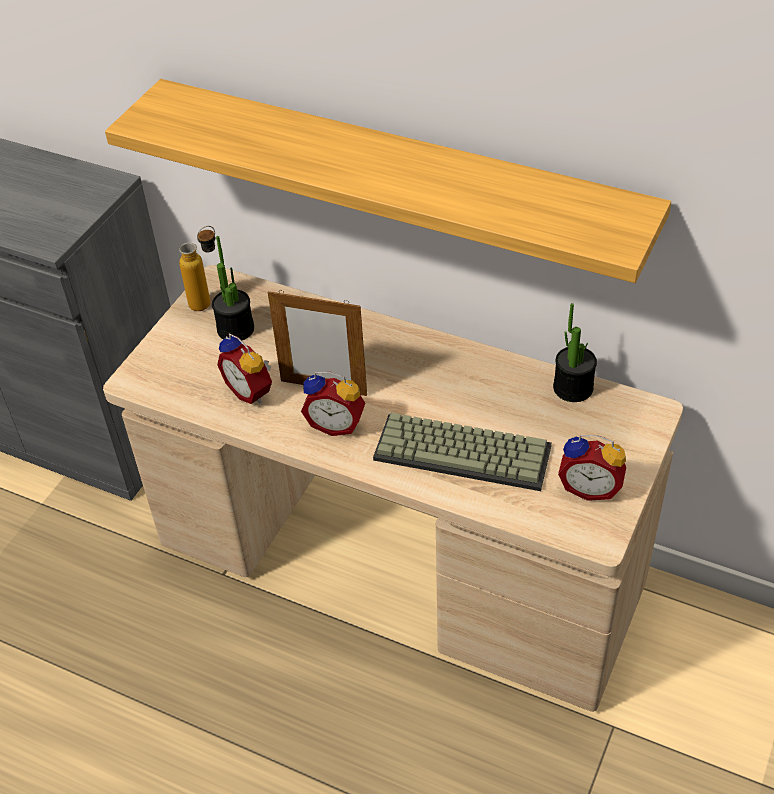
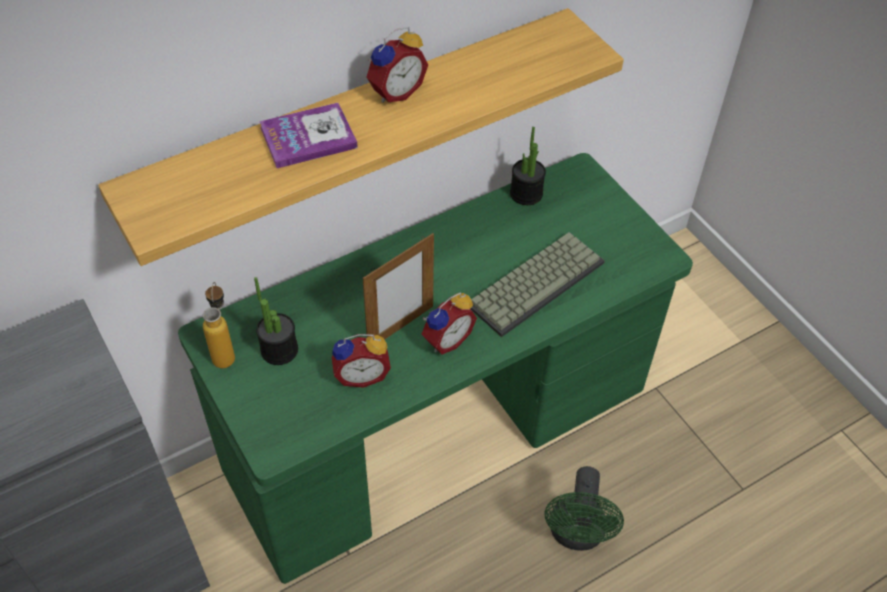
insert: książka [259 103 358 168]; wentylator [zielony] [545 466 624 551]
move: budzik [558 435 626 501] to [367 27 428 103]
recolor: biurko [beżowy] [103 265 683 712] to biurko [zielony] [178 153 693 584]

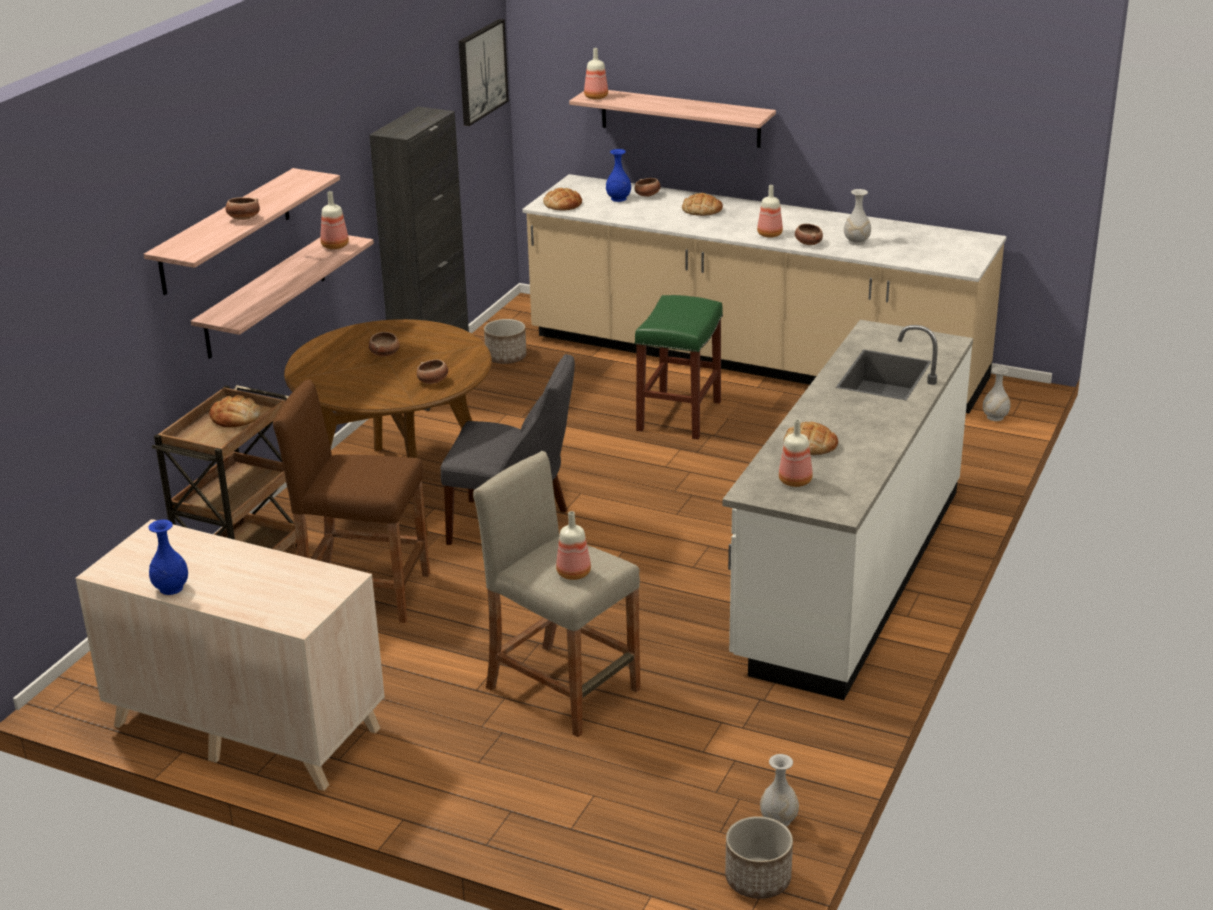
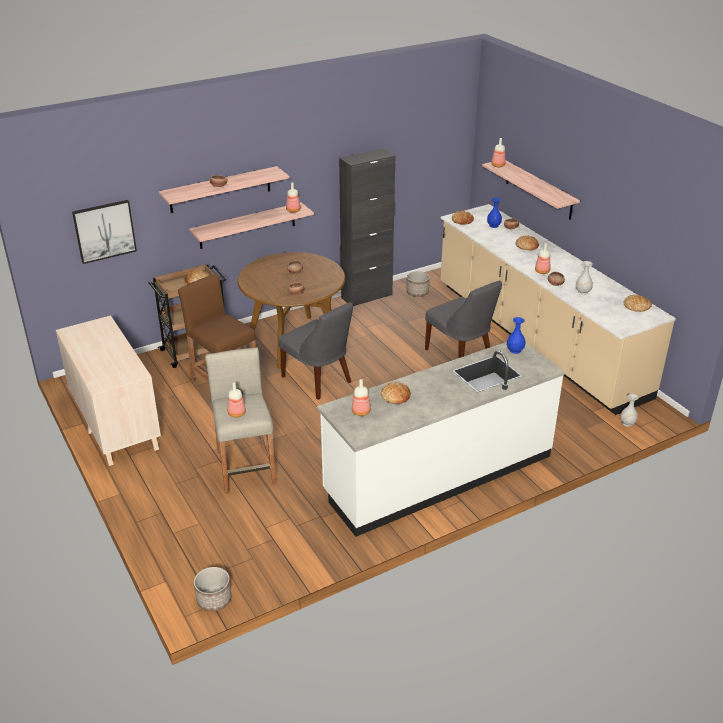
delete: wazon [biały] [760 754 799 827]
insert: chleb [624 295 652 312]
move: obraz [459 19 509 126] to [72 200 137 264]; wazon [niebieski] [149 520 188 595] to [507 317 526 354]
replace: stołek [zielony] [635 295 723 439] to krzesło [szary] [425 281 502 358]

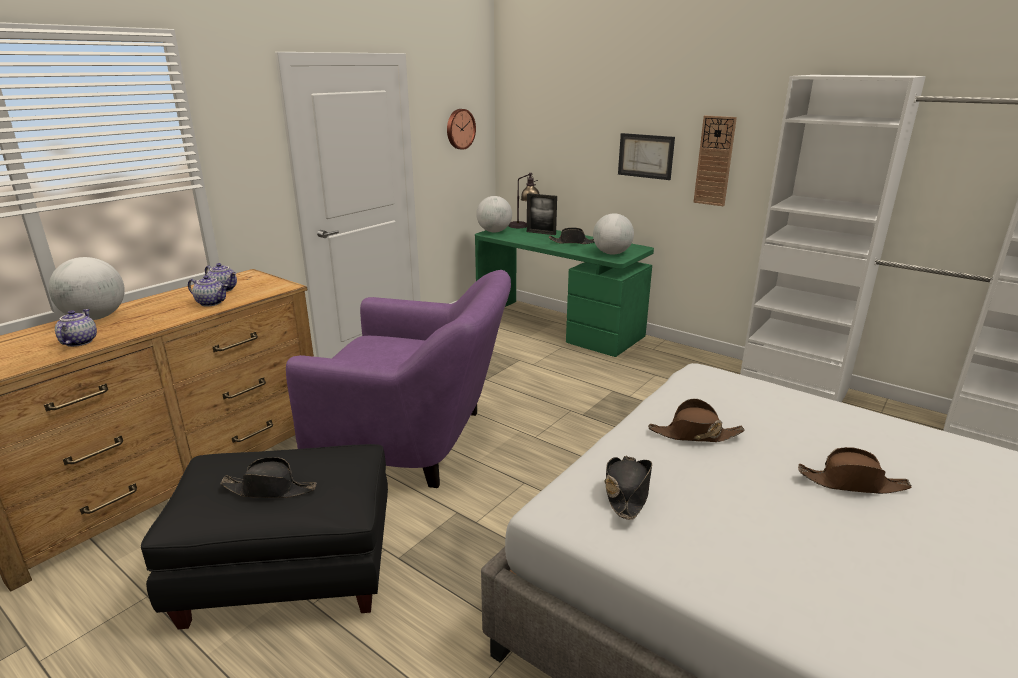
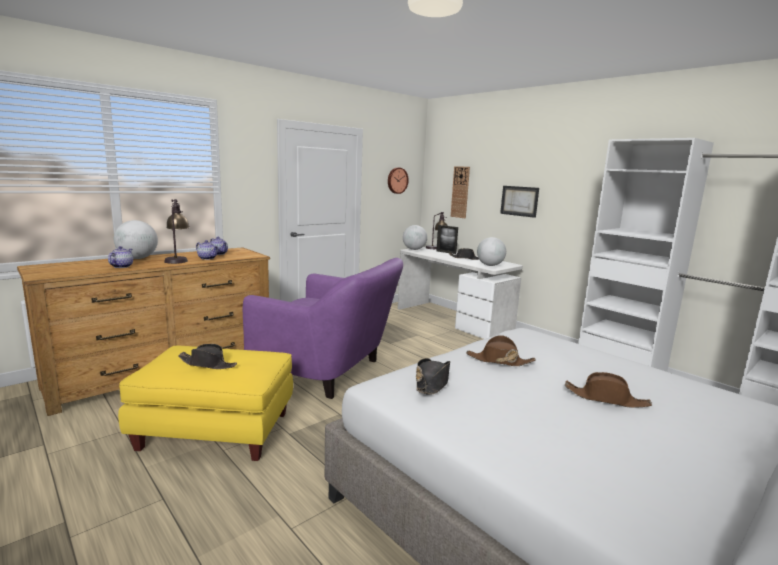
insert: lampa stołowa [164 199 190 264]
move: zegar ścienny [693 116 737 206] to [451 166 470 218]
recolor: pufa [czarny] [141 444 388 629] to pufa [żółty] [118 345 293 461]; biurko [zielony] [475 225 654 357] to biurko [biały] [398 247 523 339]

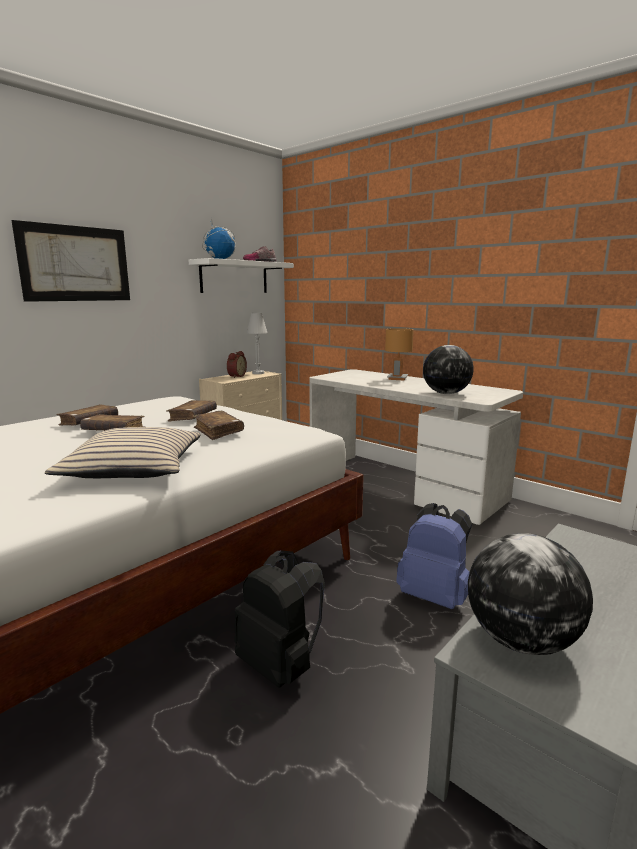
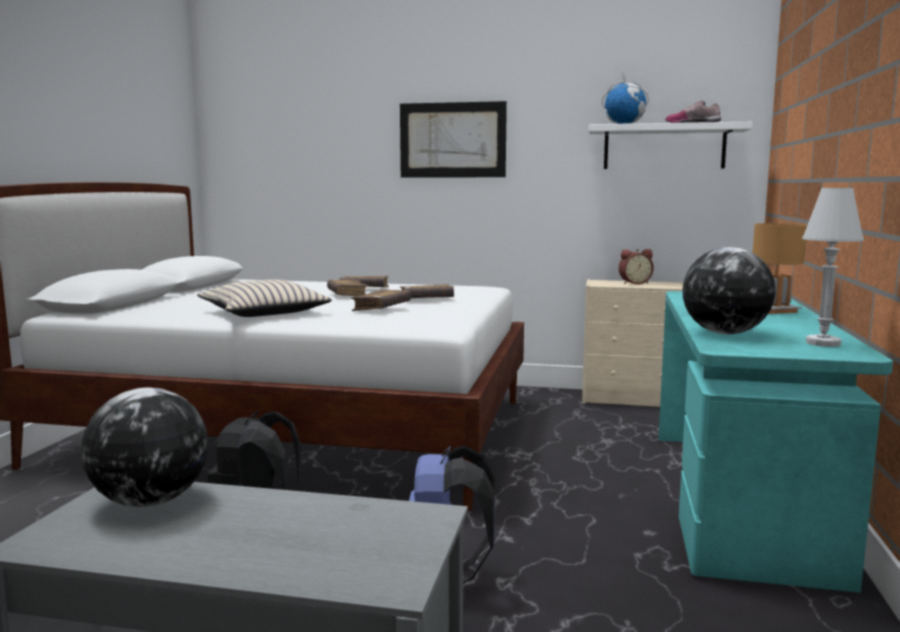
move: lampa stołowa [biały] [247 313 268 374] to [802 188 864 347]
recolor: biurko [biały] [309 369 523 525] to biurko [turkusowy] [658 291 893 593]

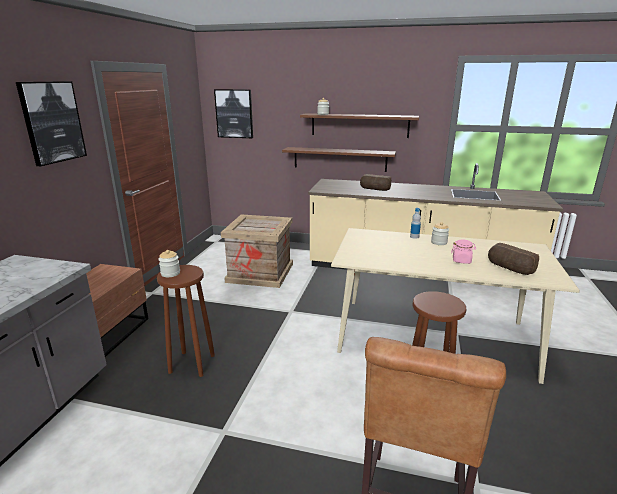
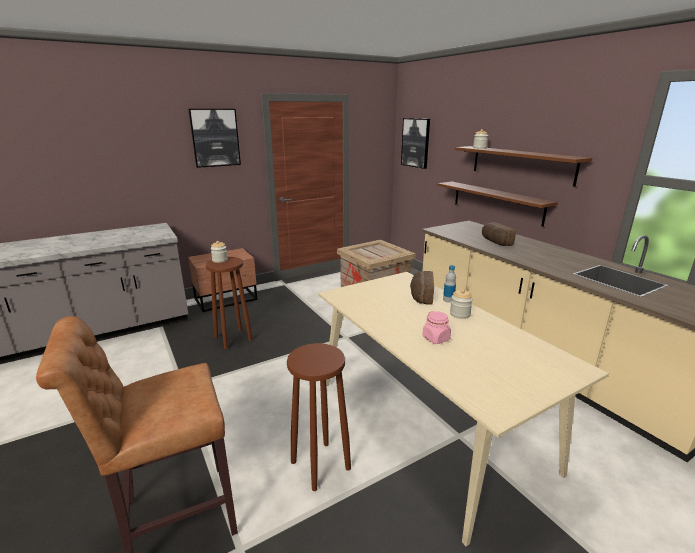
move: chleb [488 243 539 275] to [410 271 434 305]

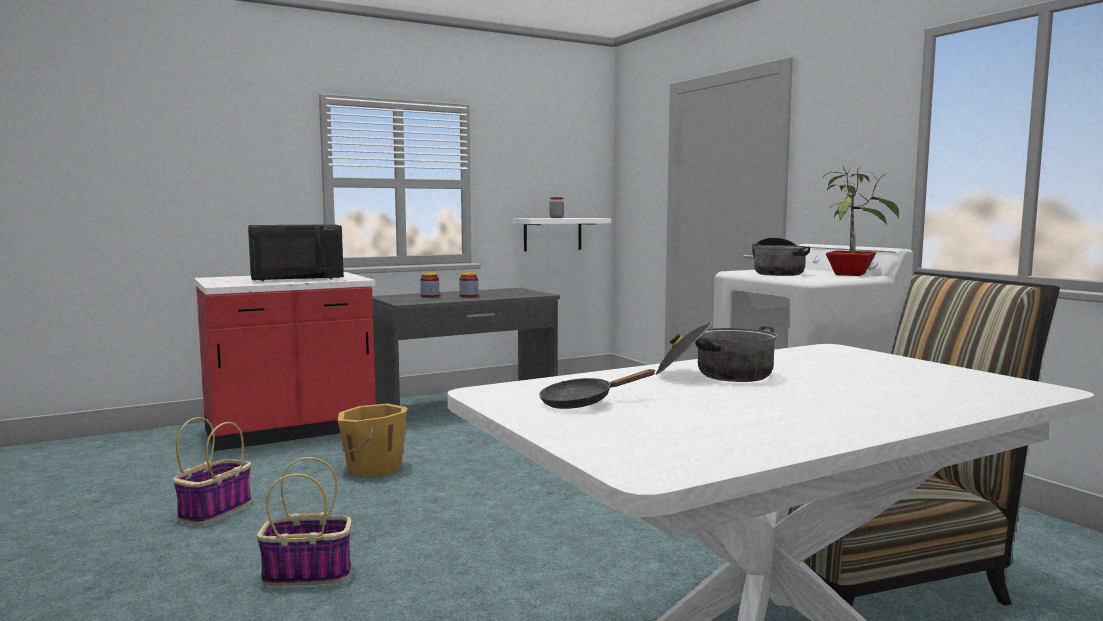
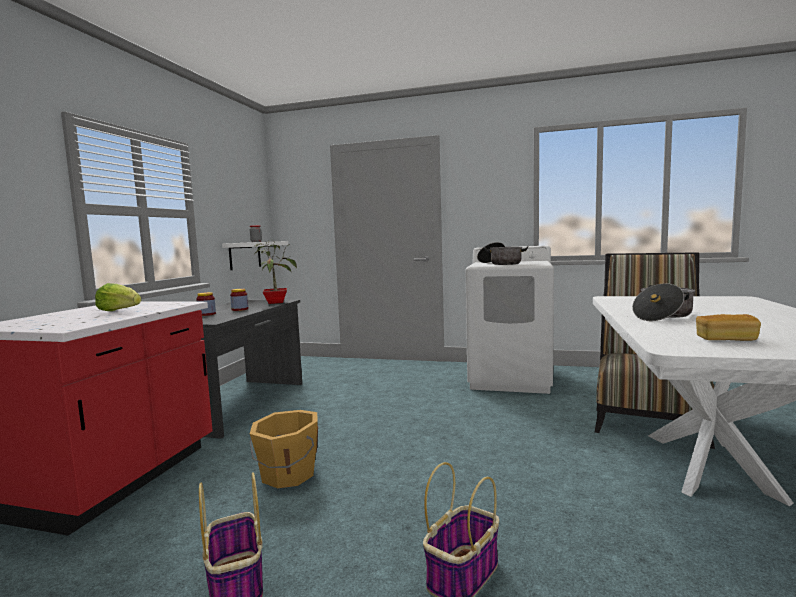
move: roślina doniczkowa [821 166 899 276] to [253 241 297 304]
replace: mikrofalówka [czarny] [248 224 344 282] to sałata [95 283 141 311]; patelnia [czarny] [539 369 656 409] to chleb [696 314 761 341]

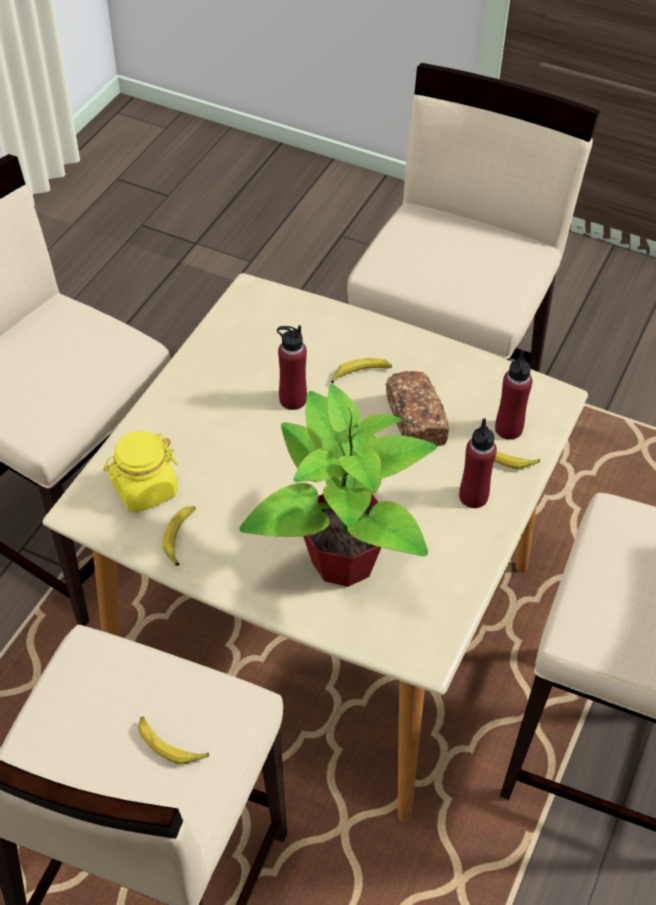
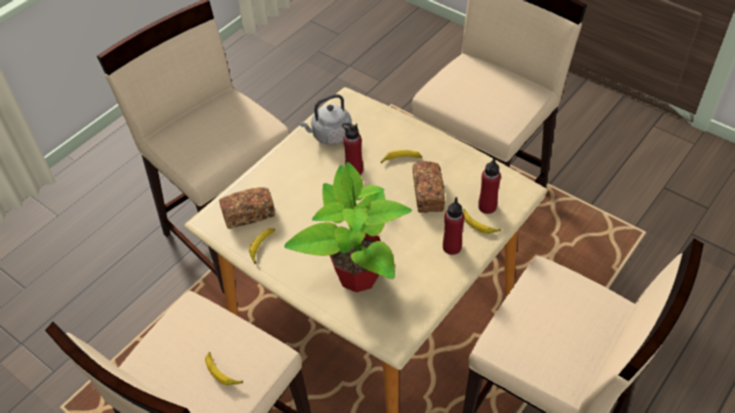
insert: czajnik [szary] [299 94 352 145]
replace: słoik [żółty] [103 431 178 513] to chleb [219 187 275 229]

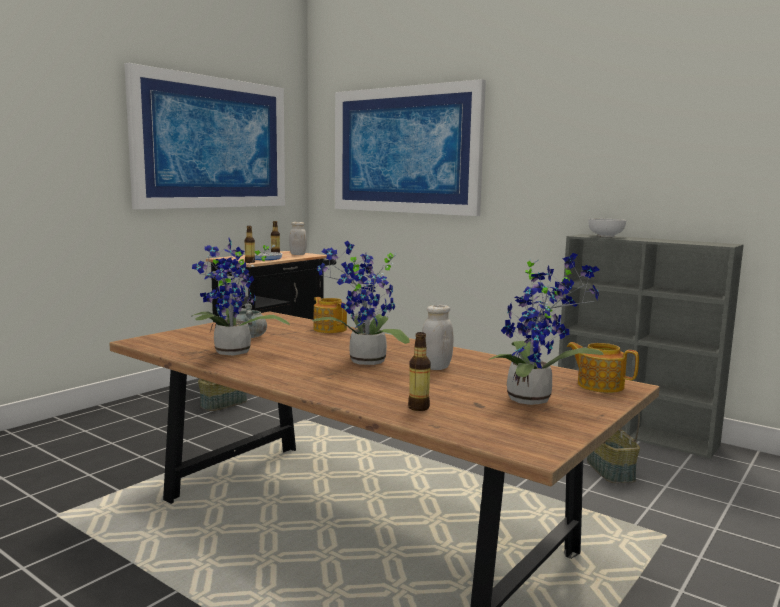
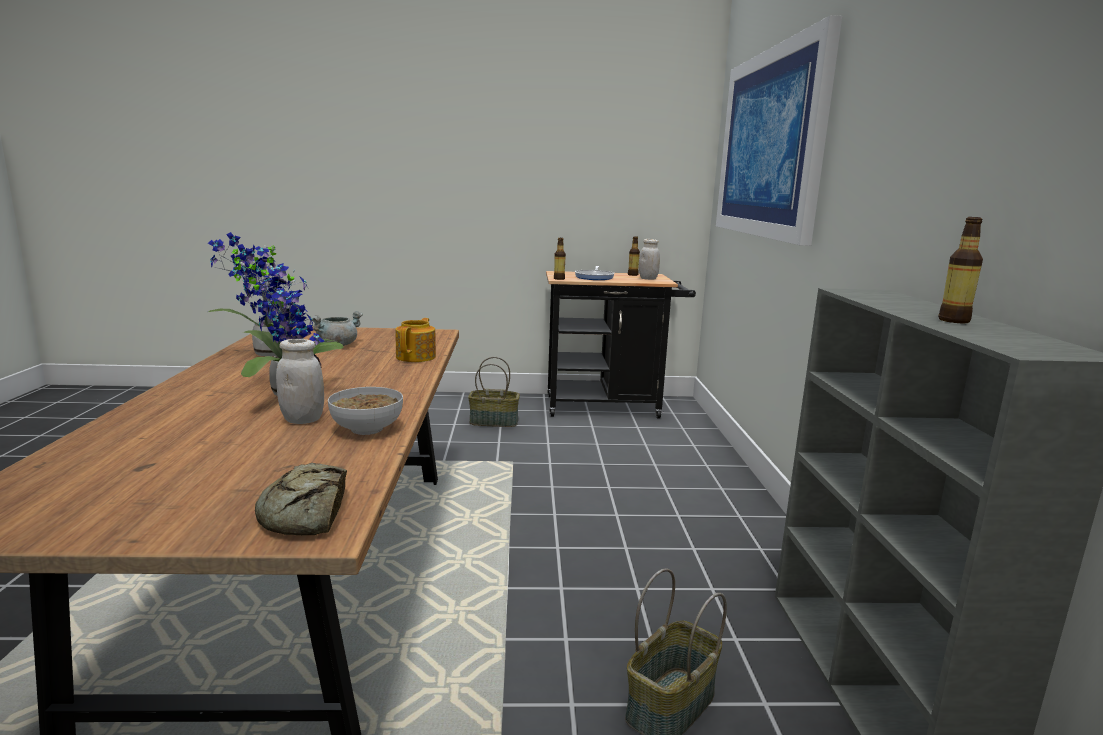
delete: obraz [124 63 285 209]; roślina doniczkowa [490 253 603 405]
move: miska [588 219 626 237] to [328 387 403 435]; butelka [408 332 431 411] to [938 217 983 323]
replace: imbryk [567 342 639 393] to chleb [255 463 347 536]

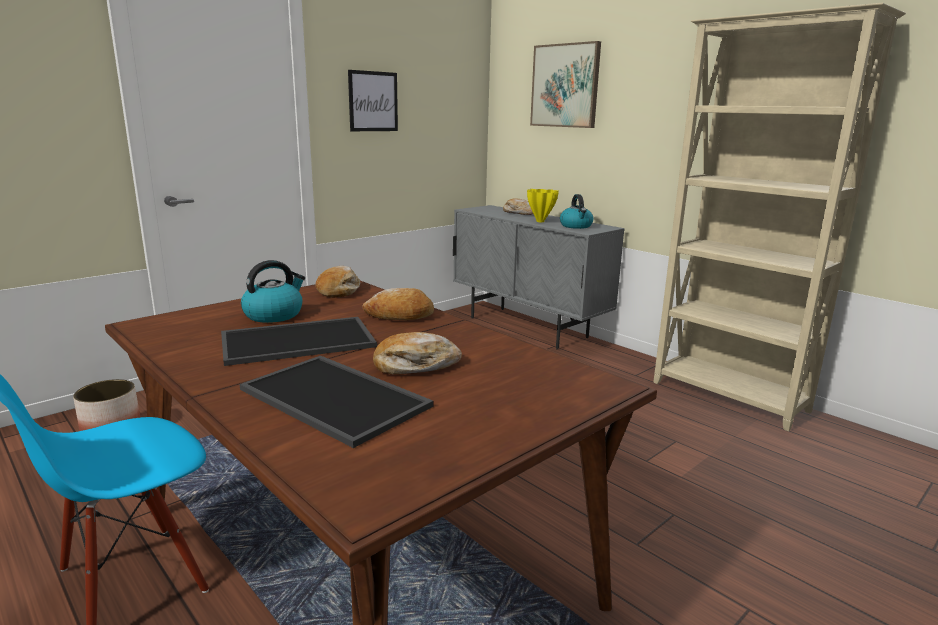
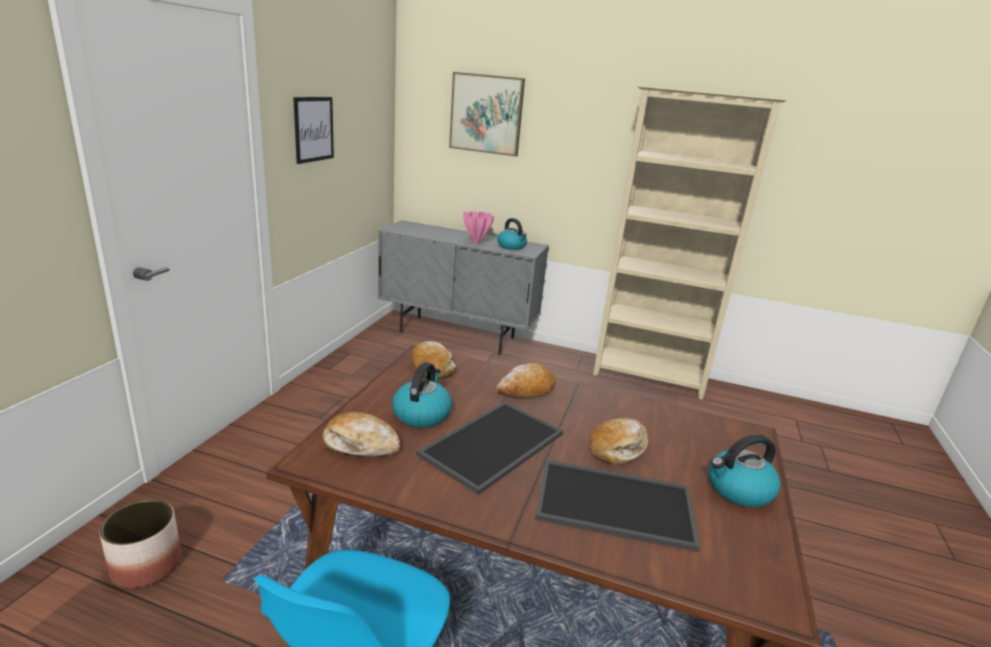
insert: czajnik [709 434 781 507]
move: chleb [503 198 533 215] to [322 412 400 457]
recolor: wazon [żółty] [527 189 559 222] to wazon [różowy] [463 211 494 244]

